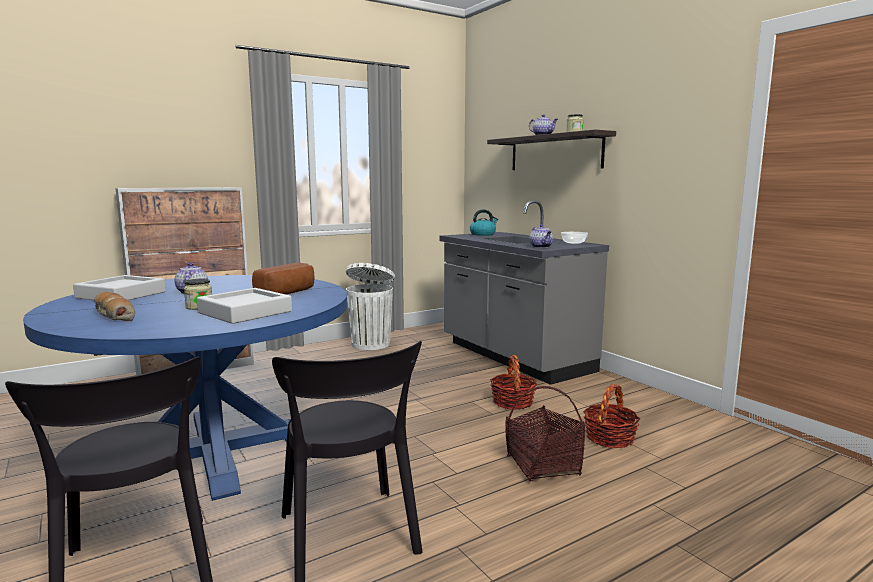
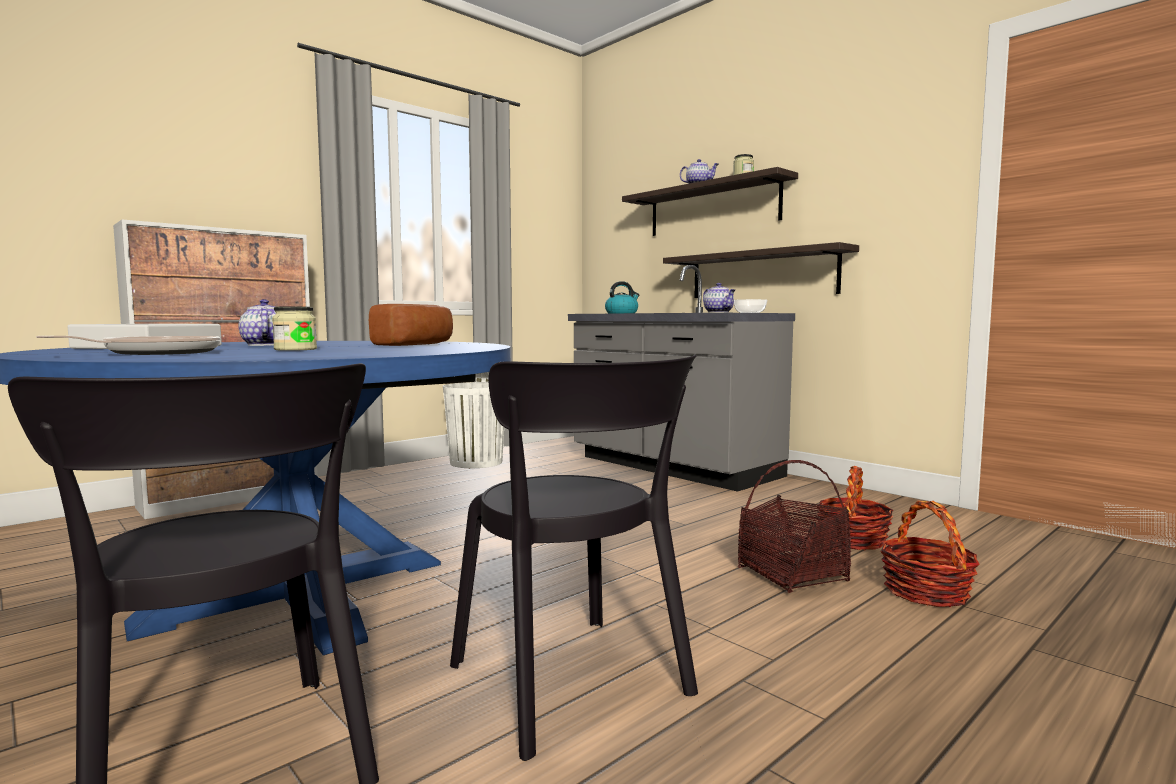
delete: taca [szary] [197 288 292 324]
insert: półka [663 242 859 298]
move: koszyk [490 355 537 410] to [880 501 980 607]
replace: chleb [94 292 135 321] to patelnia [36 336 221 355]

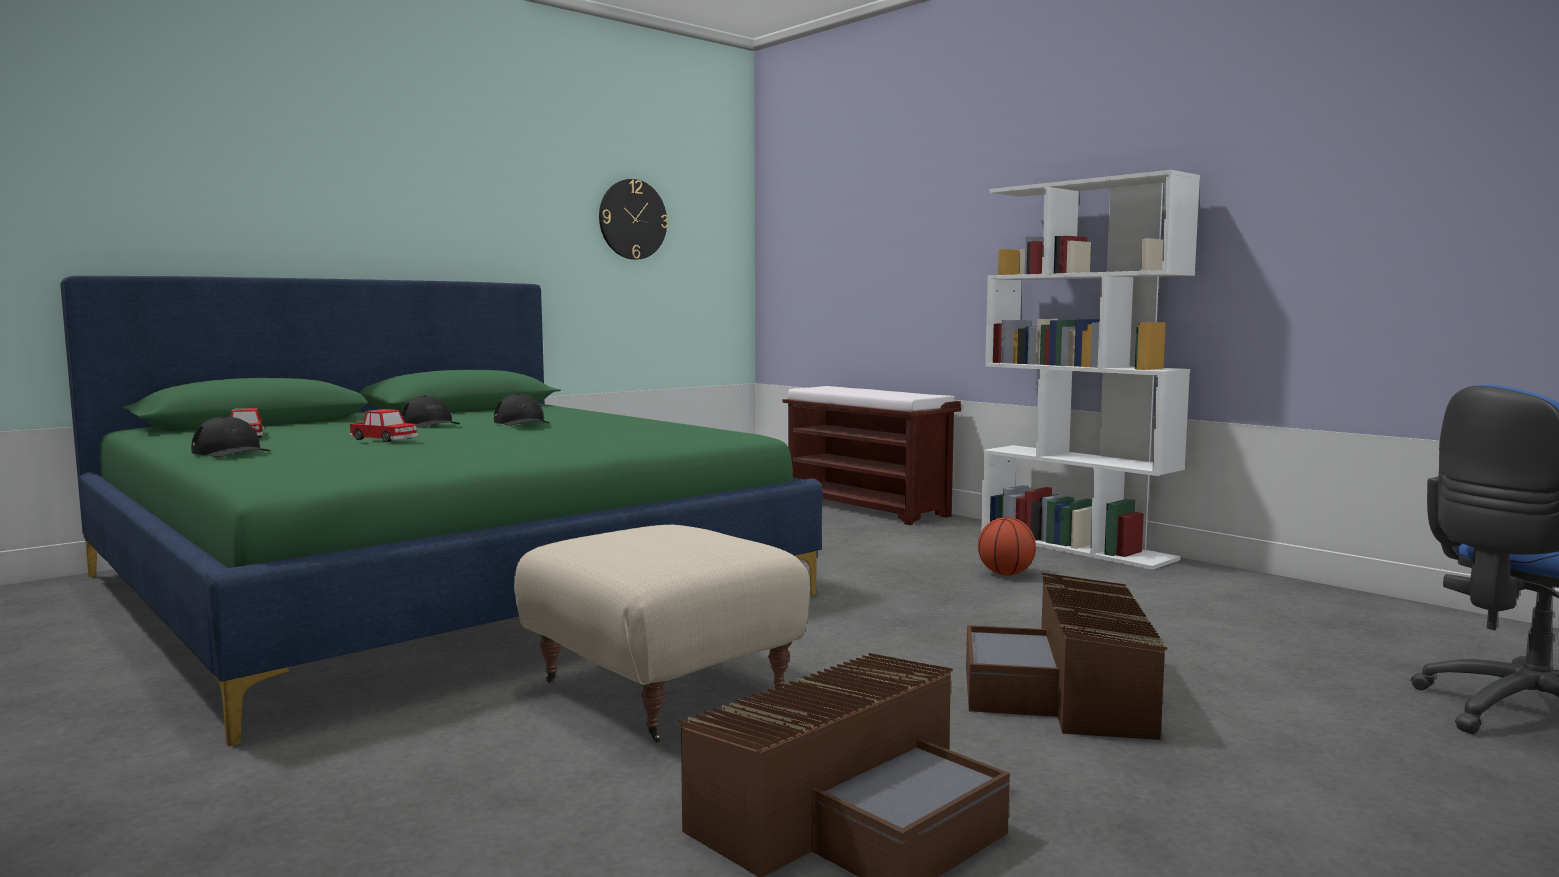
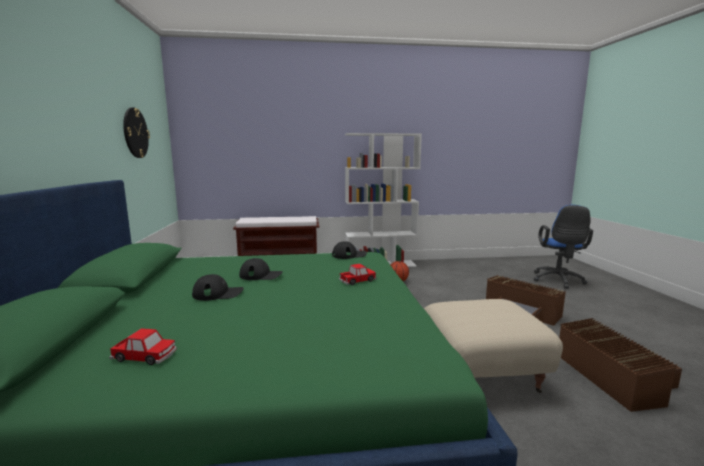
move: czapka z daszkiem [czarny] [191 416 271 457] to [332 241 367 259]; samochodzik [348 409 419 442] to [339 264 376 285]

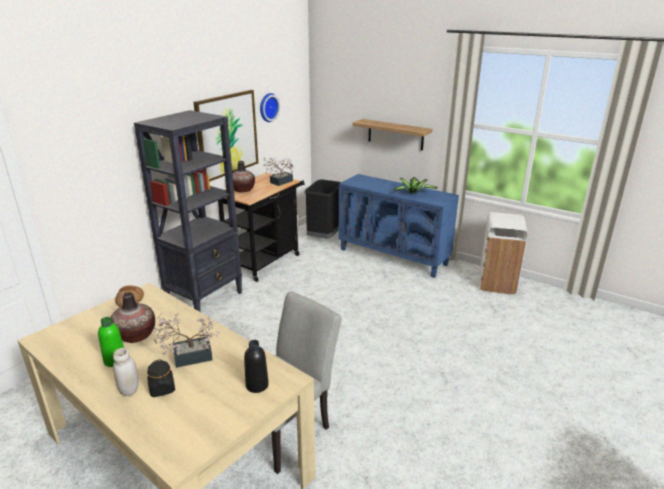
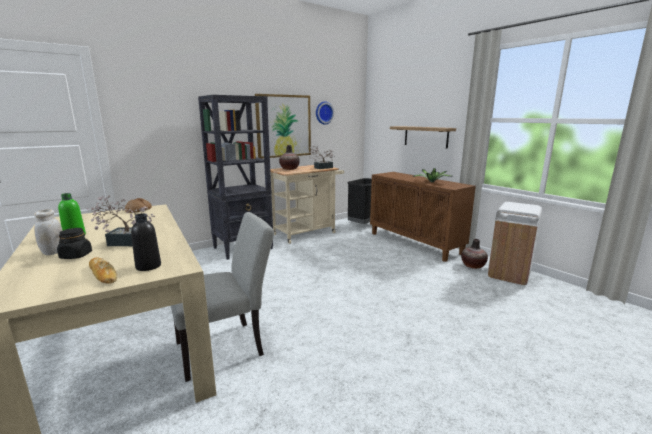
insert: chleb [89 257 117 284]
move: wazon [111 292 155 343] to [461 239 488 269]
recolor: wózek [czarny] [218 173 305 282] to wózek [beżowy] [270 165 344 244]; szafka [niebieski] [339 174 459 278] to szafka [brązowy] [370 172 476 262]

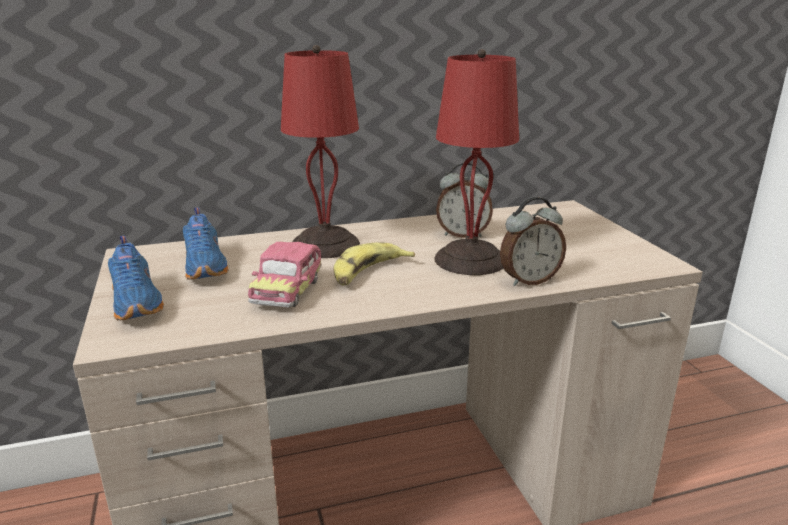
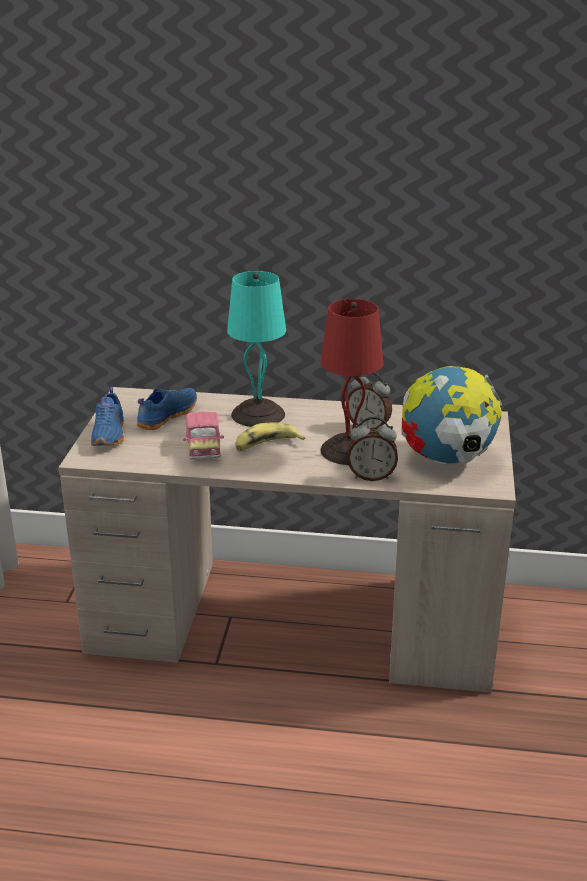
insert: globus [401 366 504 464]
recolor: lampa stołowa [czerwony] [281 45 360 258] to lampa stołowa [turkusowy] [227 271 286 427]
rotate: but [niebieski] [183 207 229 280] = [137 388 197 430] 150 degrees counterclockwise; samochodzik [248 242 322 308] = [183 411 224 460] 45 degrees counterclockwise

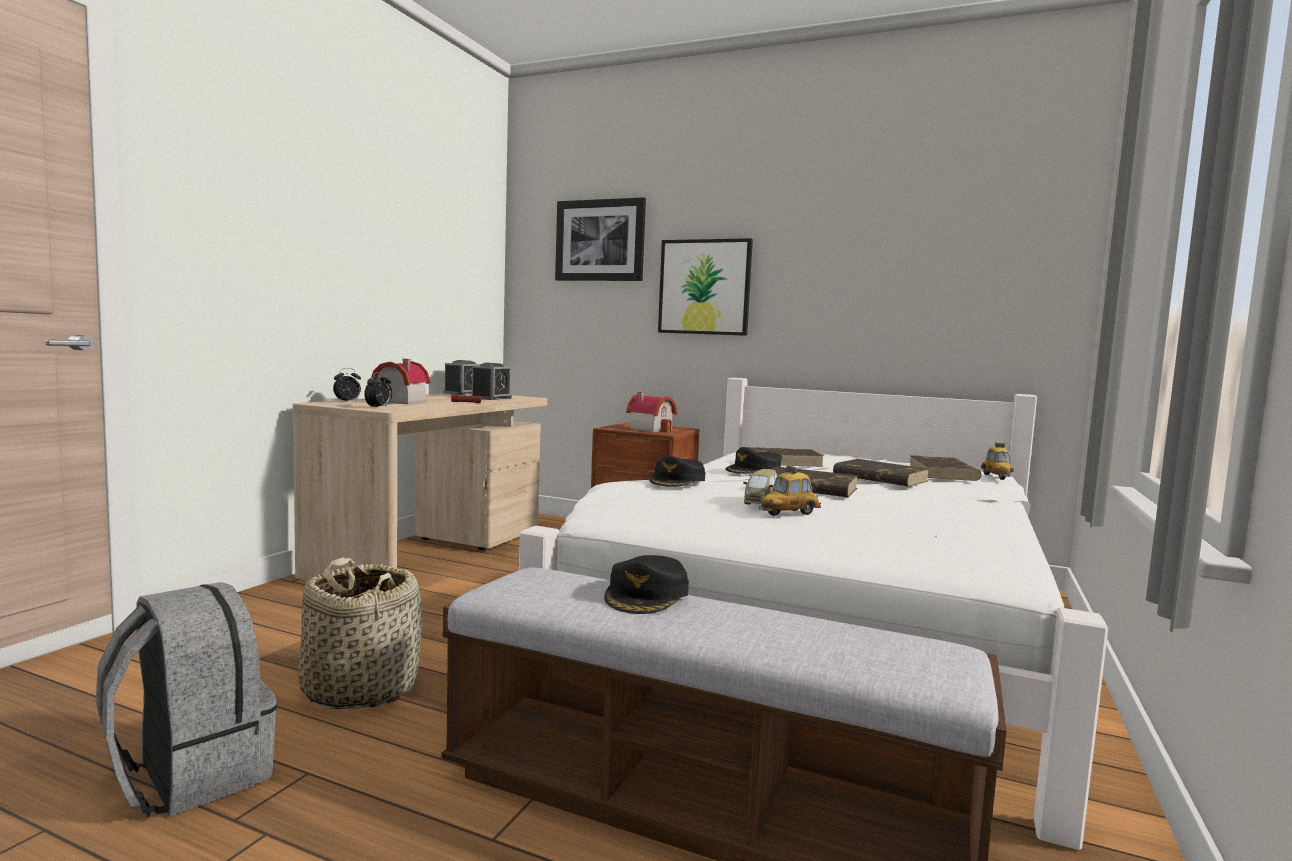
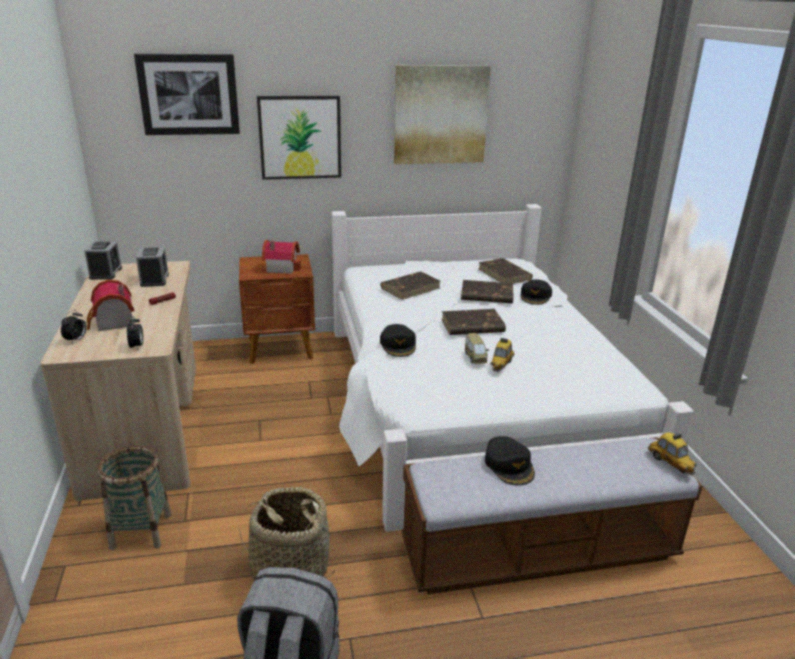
insert: koszyk [98 445 171 550]; obraz [394 65 491 164]
move: czapka z daszkiem [czarny] [725 447 782 474] to [521 280 552 305]; samochodzik [981 443 1014 480] to [648 433 697 476]

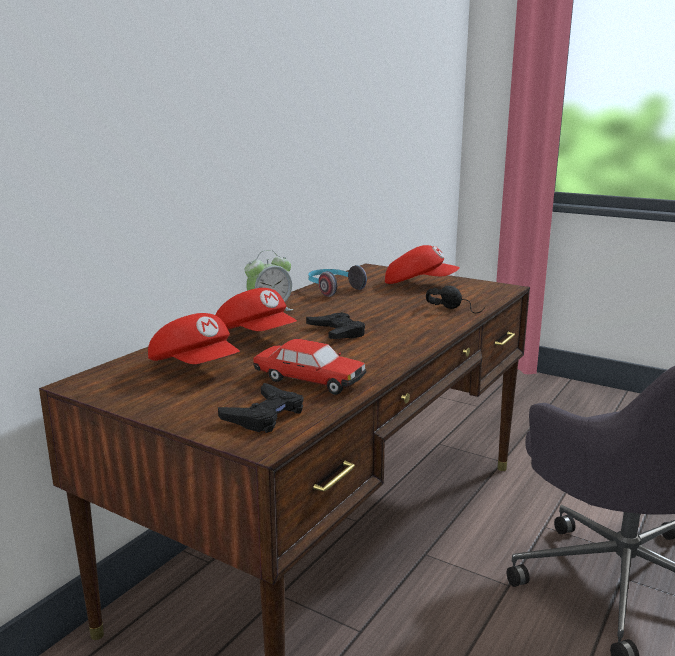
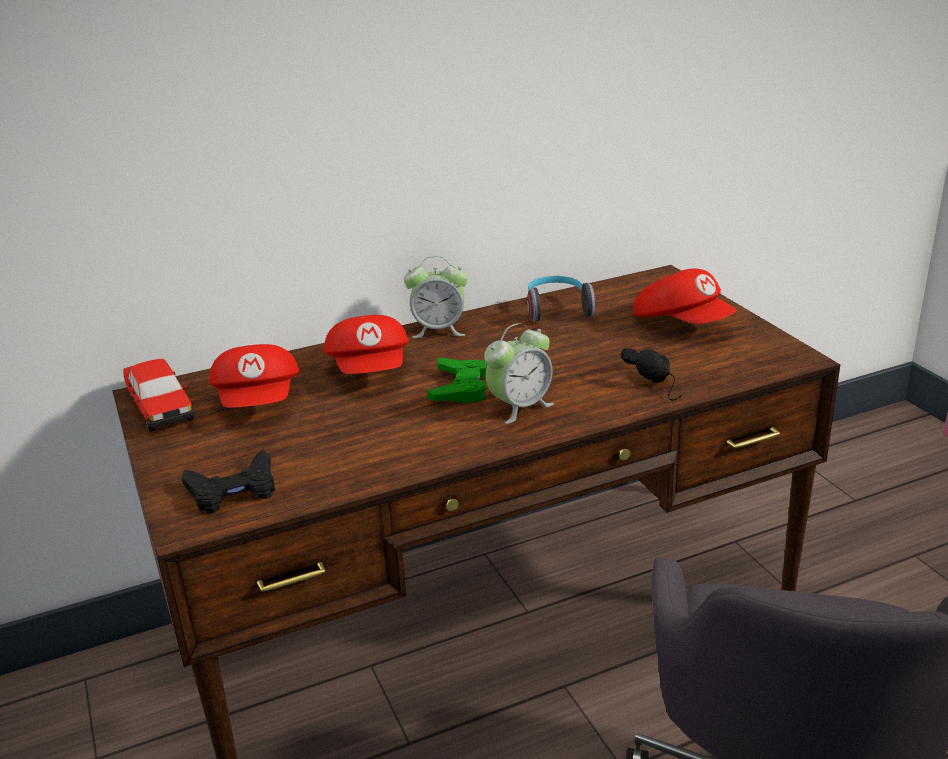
insert: budzik [484 323 554 424]
move: samochodzik [253 339 366 395] to [123 359 195 432]
recolor: pad do gier [czarny] [306 312 365 339] to pad do gier [zielony] [427 358 487 403]

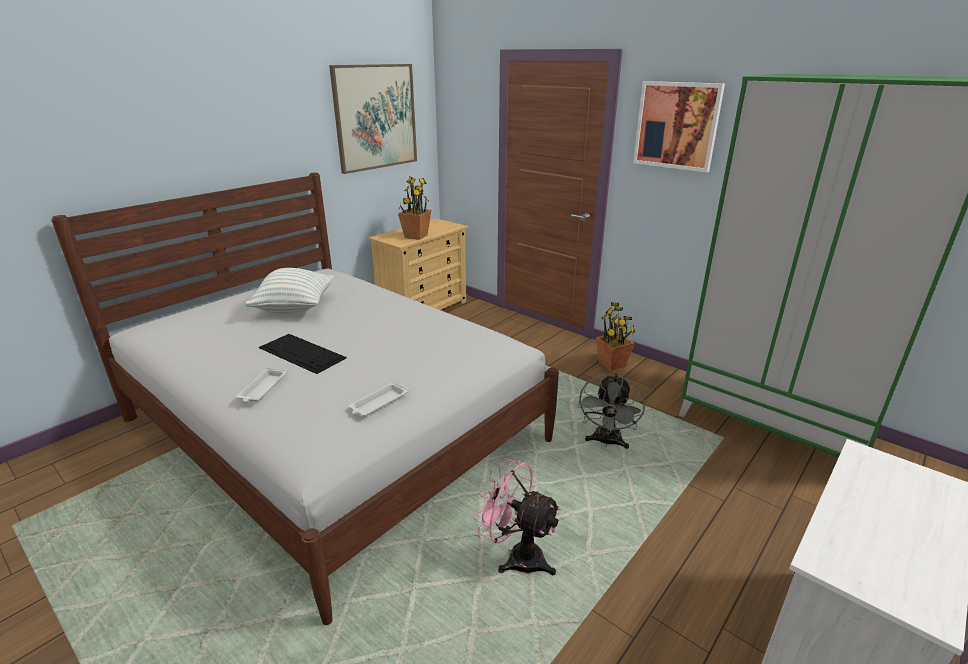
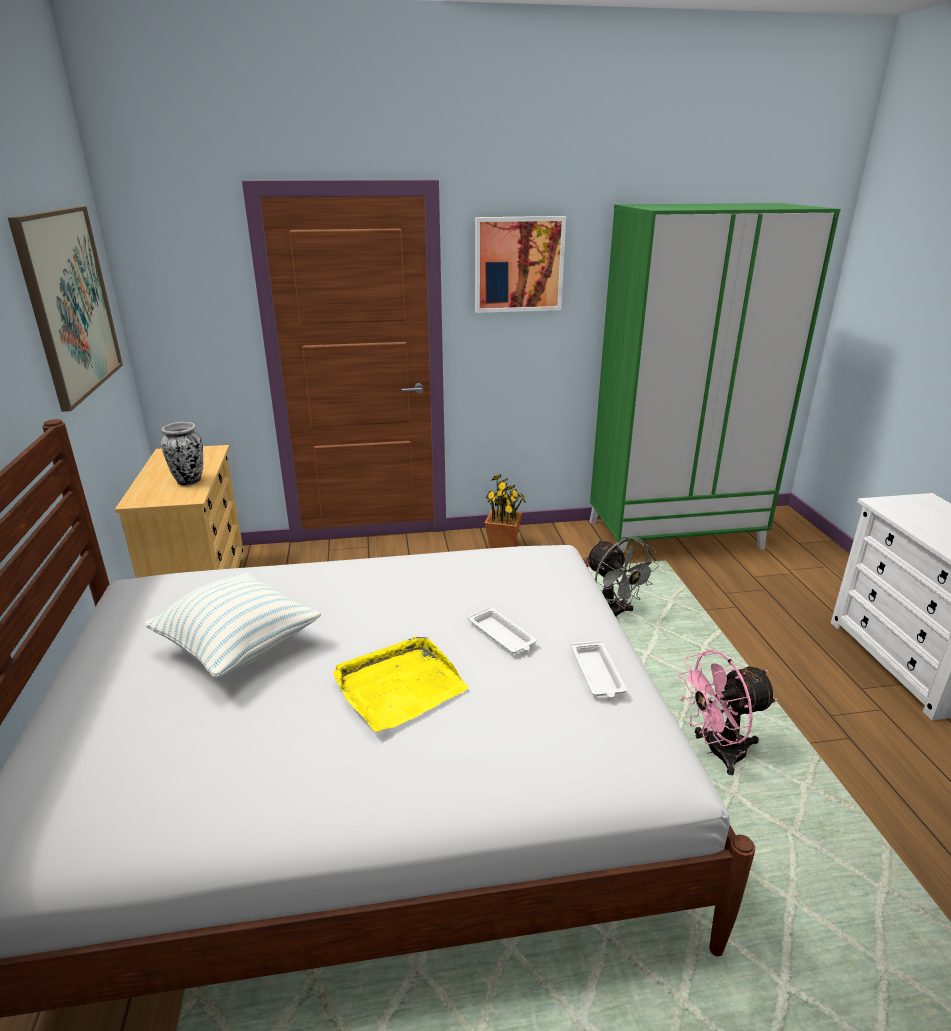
move: taca [biały] [236 368 288 402] to [468 606 537 653]
replace: roślina doniczkowa [398 176 431 240] to wazon [161 422 203 486]; klawiatura [259 334 347 374] to taca [żółty] [333 637 469 732]

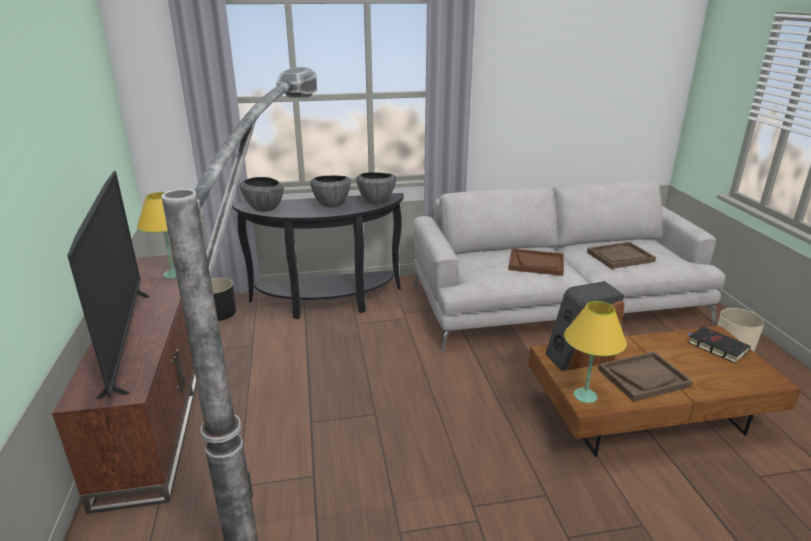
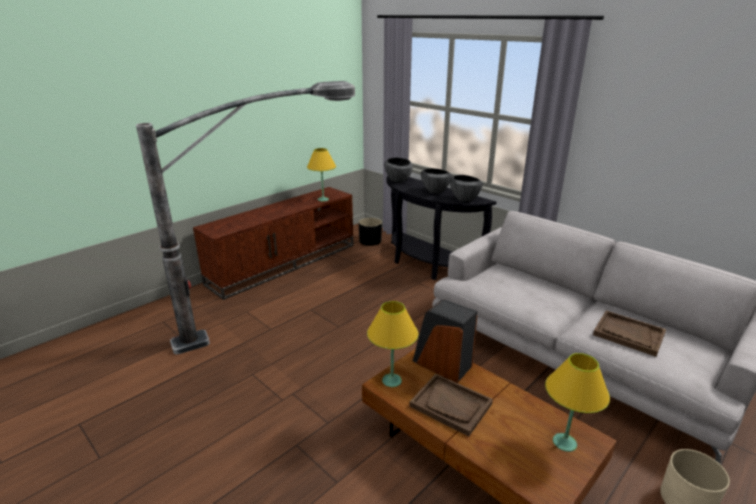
delete: telewizor [67 171 150 399]; taca [brązowy] [508 249 564 276]
replace: książka [czarny] [687 326 751 363] to lampa stołowa [żółty] [545 353 610 452]

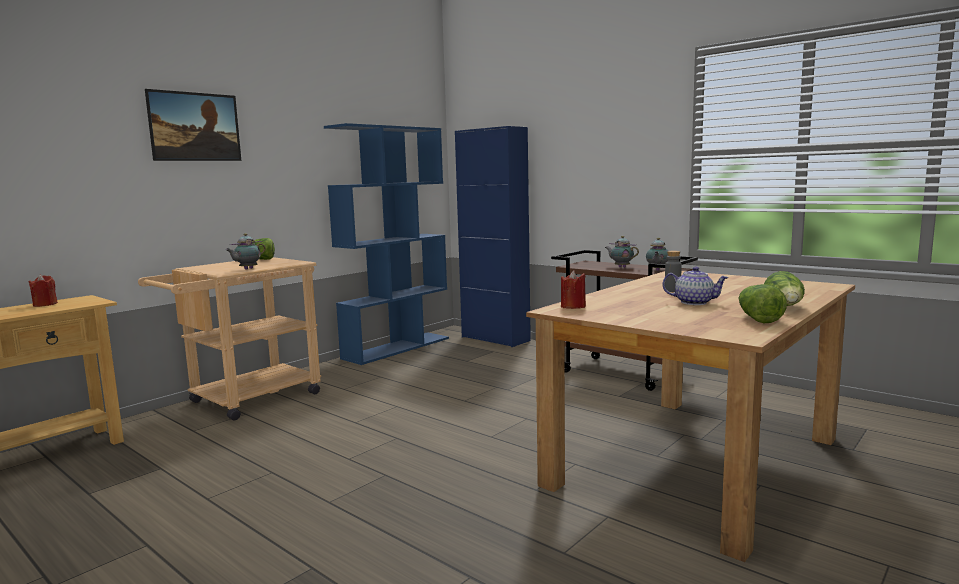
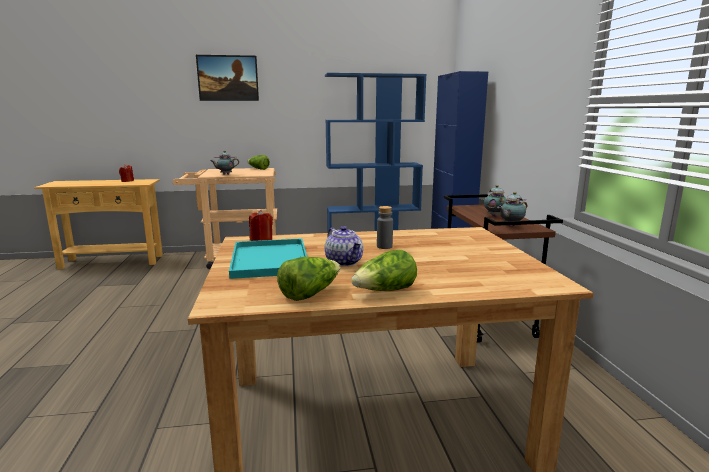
insert: taca [turkusowy] [229 238 307 279]

